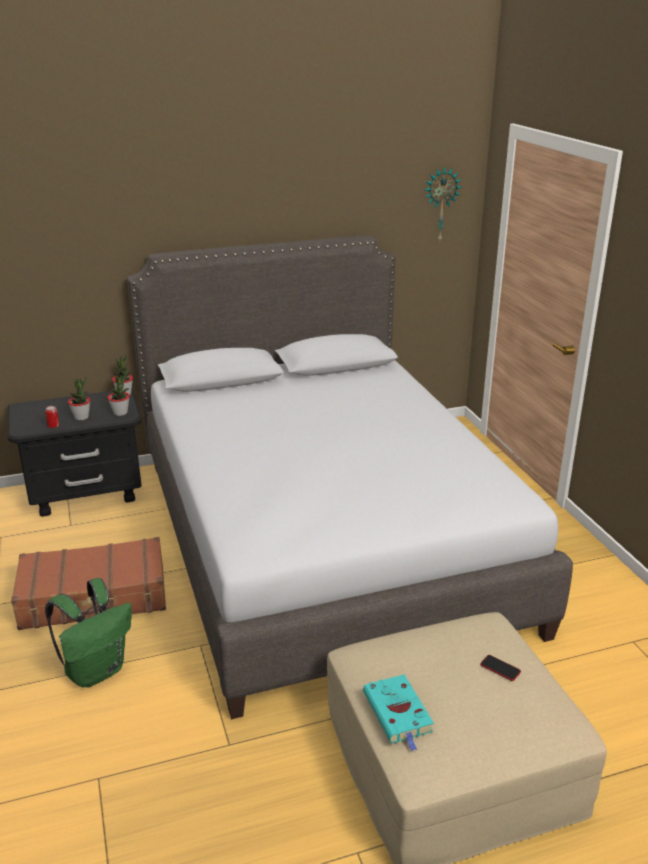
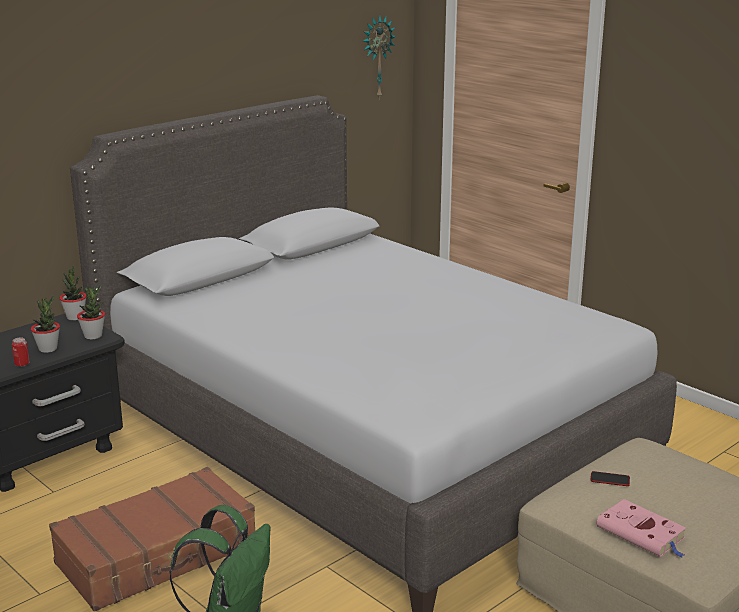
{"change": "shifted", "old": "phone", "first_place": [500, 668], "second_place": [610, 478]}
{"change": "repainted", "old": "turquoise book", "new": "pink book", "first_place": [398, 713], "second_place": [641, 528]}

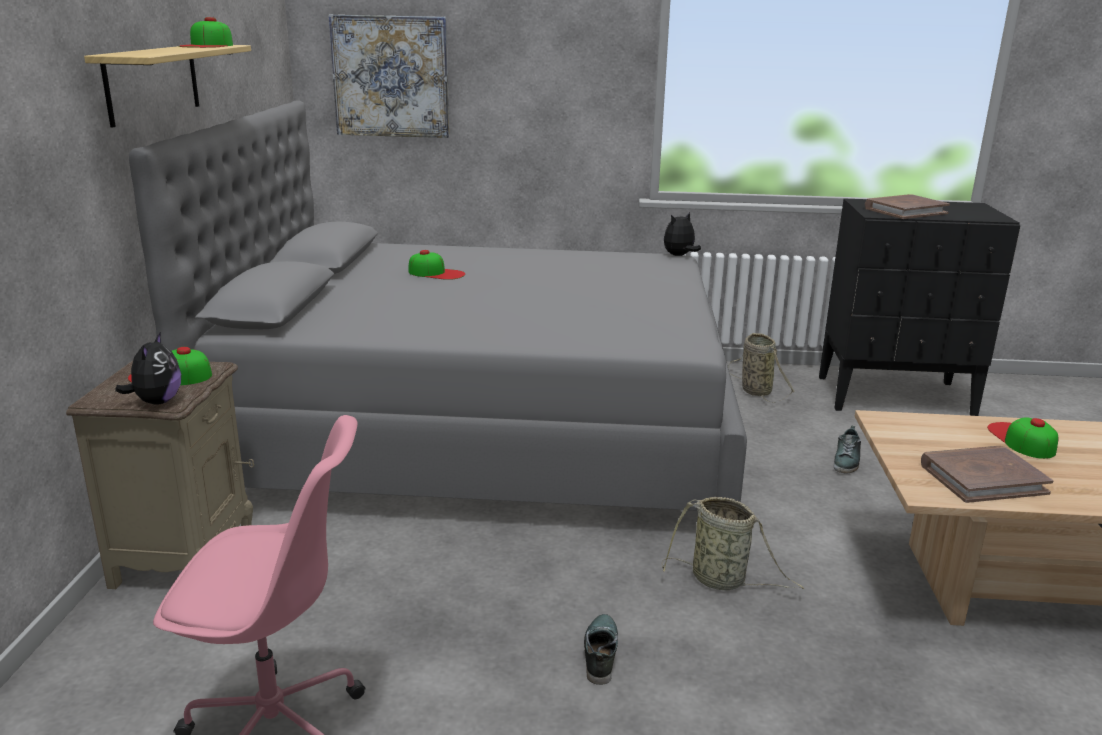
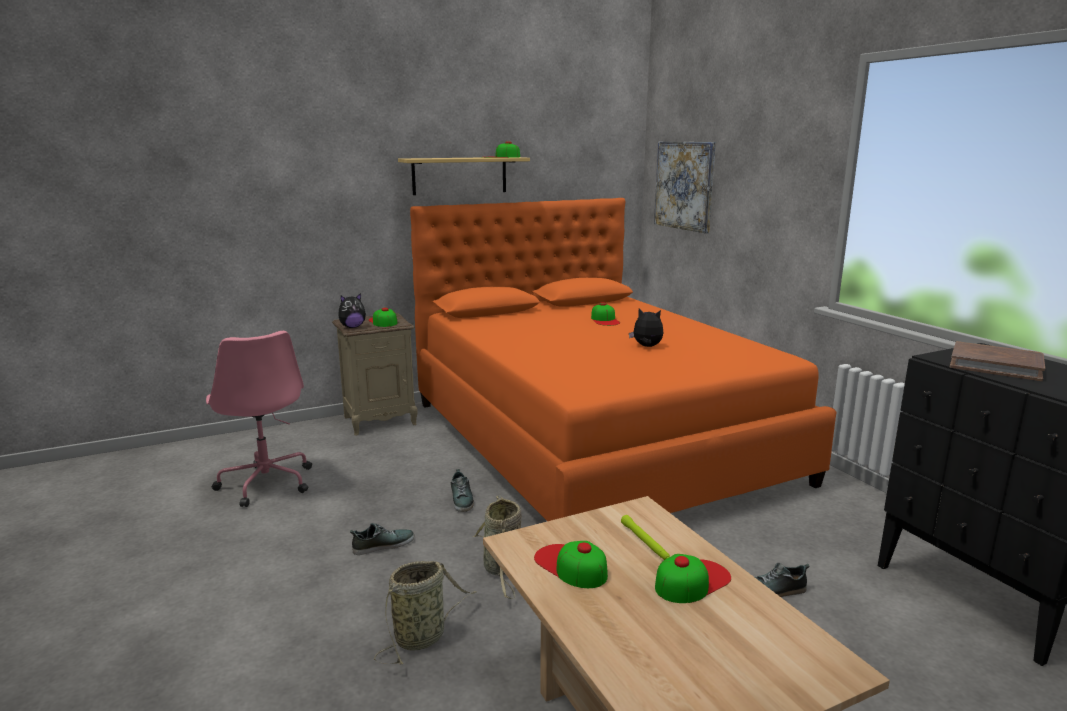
{"change": "new", "new": "shoe", "second_place": [462, 490]}
{"change": "new", "new": "green flashlight", "second_place": [645, 537]}
{"change": "shifted", "old": "plush toy", "first_place": [682, 234], "second_place": [646, 327]}
{"change": "shifted", "old": "basket", "first_place": [761, 368], "second_place": [425, 613]}
{"change": "swapped", "old": "brown book", "new": "cap", "first_place": [987, 474], "second_place": [571, 564]}
{"change": "repainted", "old": "grey bed", "new": "orange bed", "first_place": [438, 305], "second_place": [623, 359]}

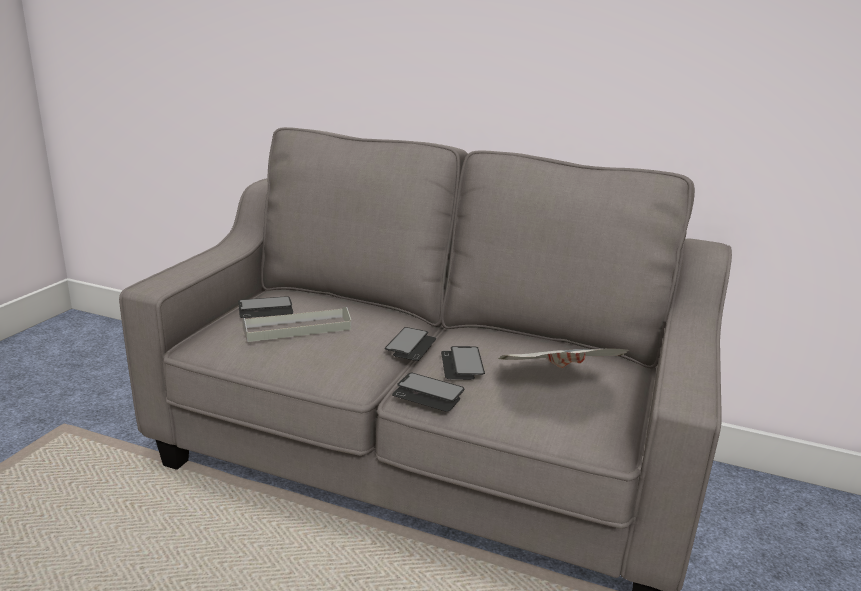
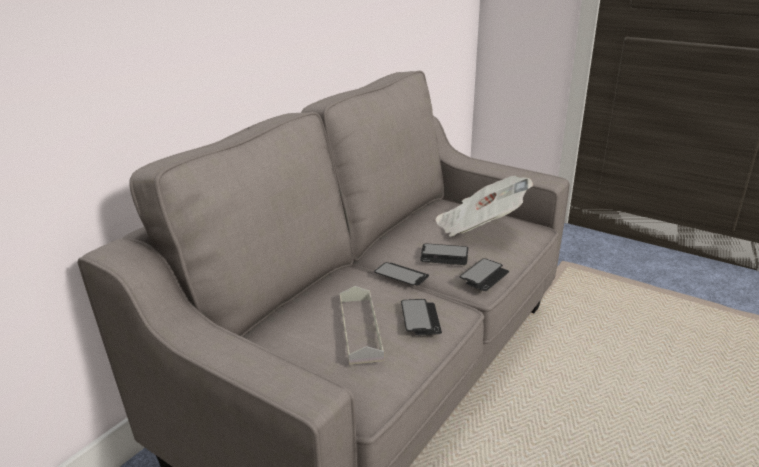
{"change": "shifted", "old": "phone", "first_place": [265, 307], "second_place": [421, 317]}

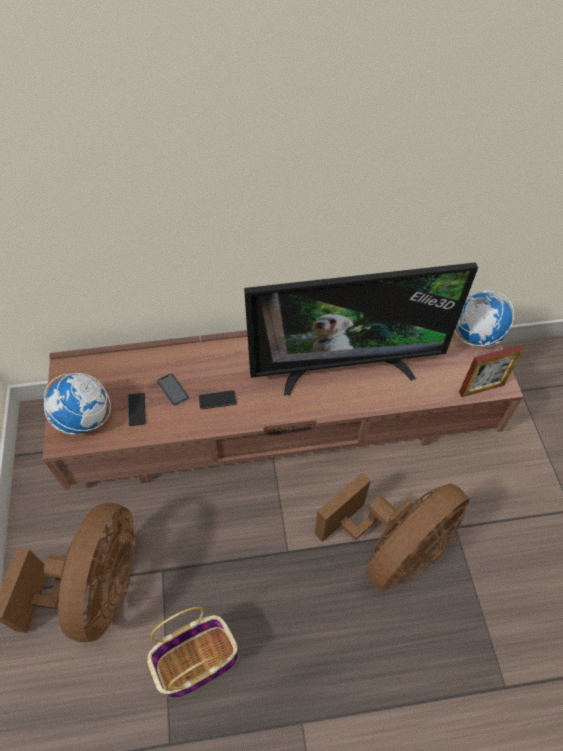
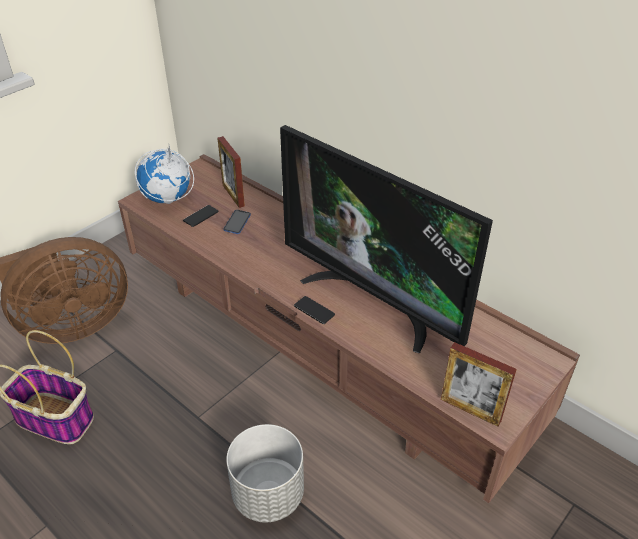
{"change": "gone", "old": "globe", "first_place": [484, 318]}
{"change": "new", "new": "picture frame", "second_place": [231, 172]}
{"change": "shifted", "old": "phone", "first_place": [217, 399], "second_place": [314, 310]}
{"change": "swapped", "old": "brown fan", "new": "grey planter", "first_place": [392, 531], "second_place": [265, 473]}

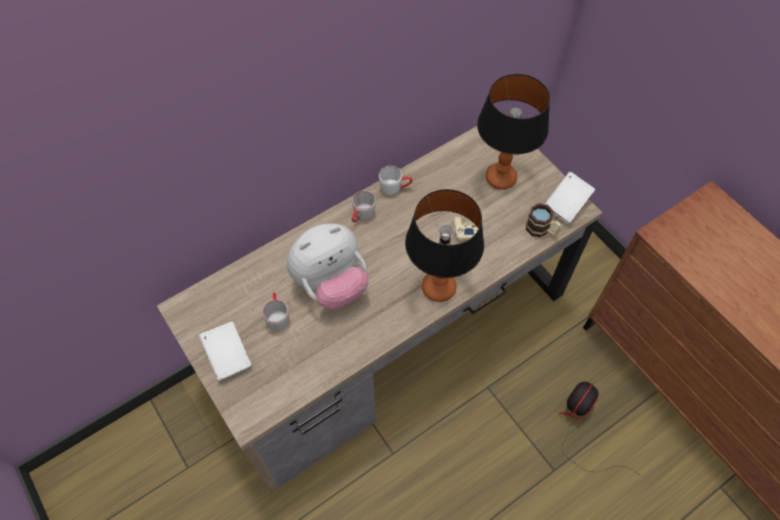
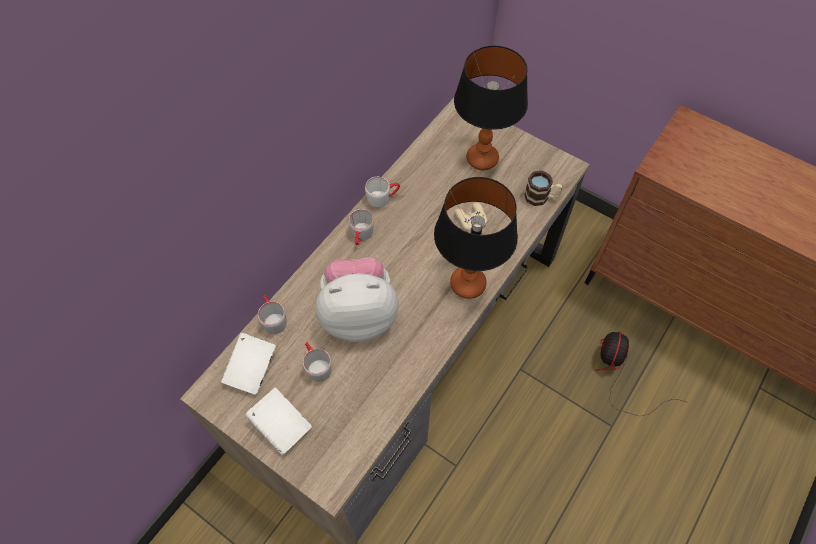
{"change": "new", "new": "grey mug", "second_place": [272, 314]}
{"change": "shifted", "old": "white book", "first_place": [569, 197], "second_place": [248, 364]}
{"change": "rotated", "old": "plush toy", "first_place": [327, 266], "second_place": [357, 299], "degrees": -135}

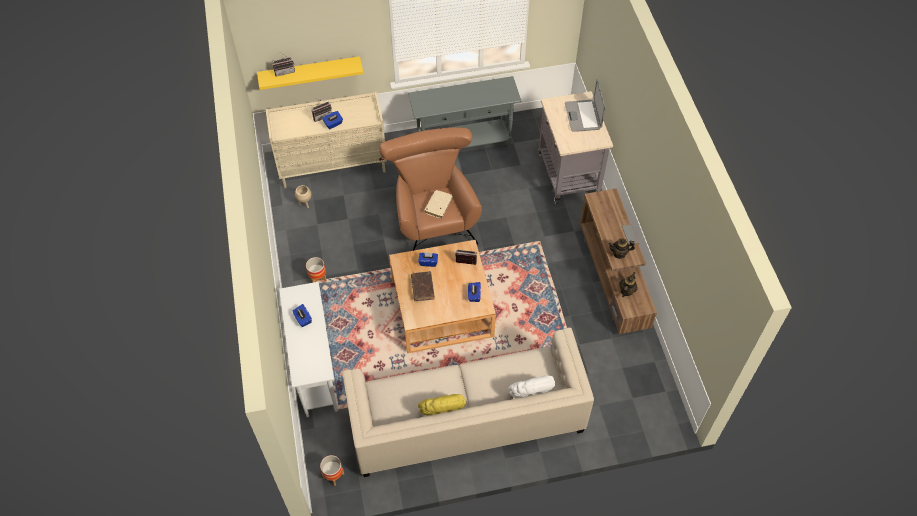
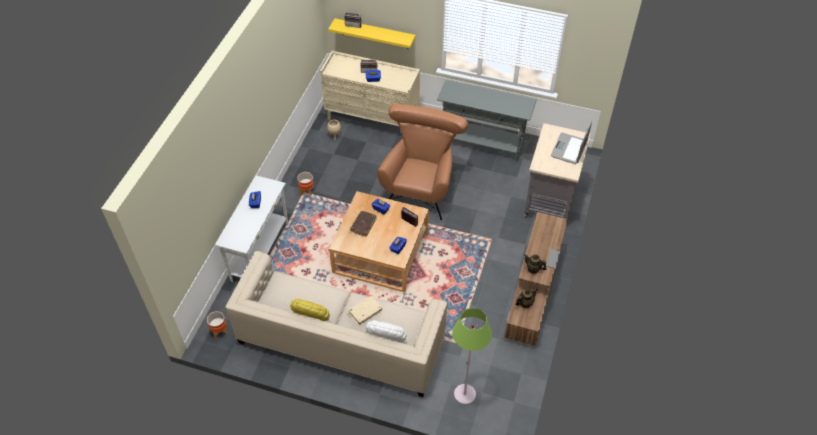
{"change": "new", "new": "green floor lamp", "second_place": [472, 356]}
{"change": "shifted", "old": "beige book", "first_place": [438, 204], "second_place": [365, 310]}

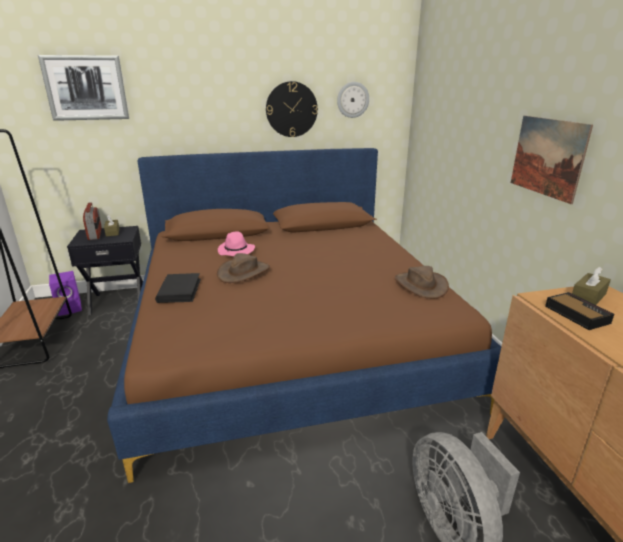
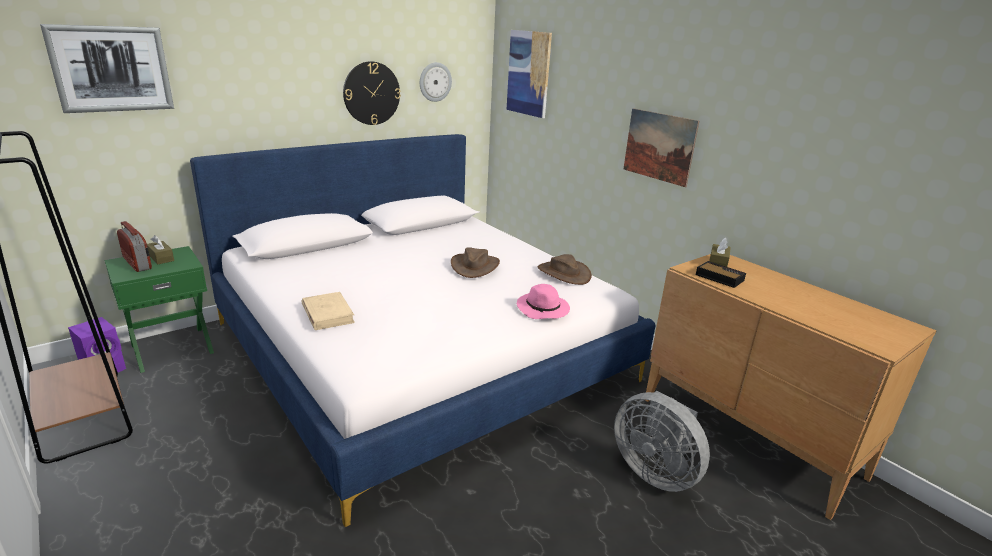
{"change": "new", "new": "picture", "second_place": [529, 74]}
{"change": "shifted", "old": "brown hat", "first_place": [243, 268], "second_place": [475, 262]}
{"change": "shifted", "old": "pink hat", "first_place": [236, 243], "second_place": [543, 301]}
{"change": "repainted", "old": "black nightstand", "new": "green nightstand", "first_place": [105, 271], "second_place": [159, 309]}
{"change": "repainted", "old": "brown bed", "new": "white bed", "first_place": [304, 315], "second_place": [422, 330]}
{"change": "repainted", "old": "black book", "new": "beige book", "first_place": [178, 288], "second_place": [328, 311]}

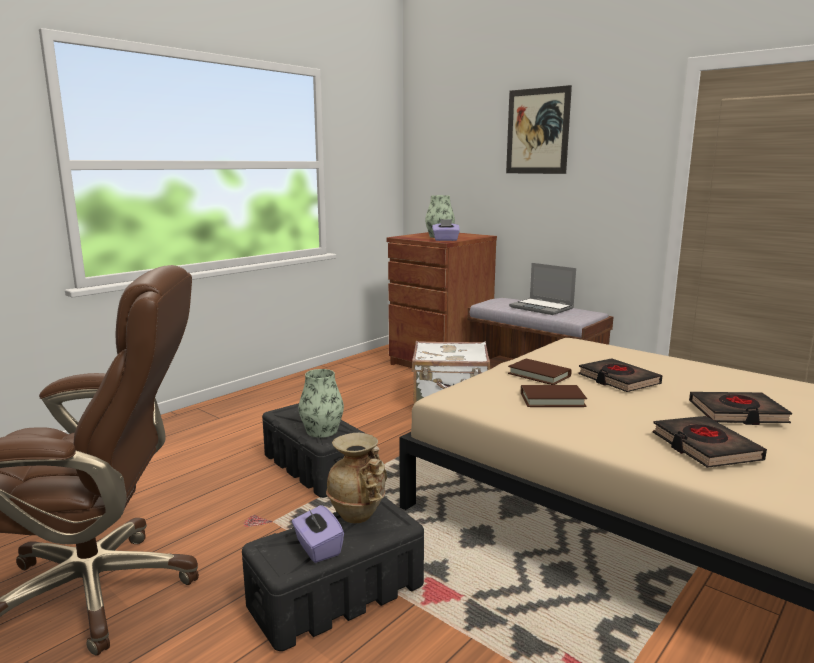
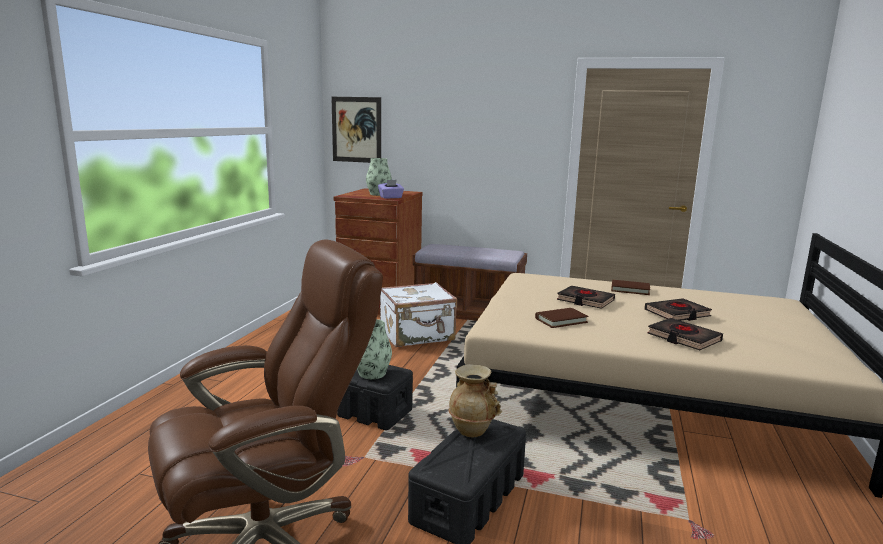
{"change": "gone", "old": "purple tissue box", "first_place": [318, 534]}
{"change": "gone", "old": "laptop", "first_place": [542, 289]}
{"change": "shifted", "old": "picture", "first_place": [539, 129], "second_place": [356, 130]}
{"change": "shifted", "old": "brown book", "first_place": [540, 372], "second_place": [630, 287]}

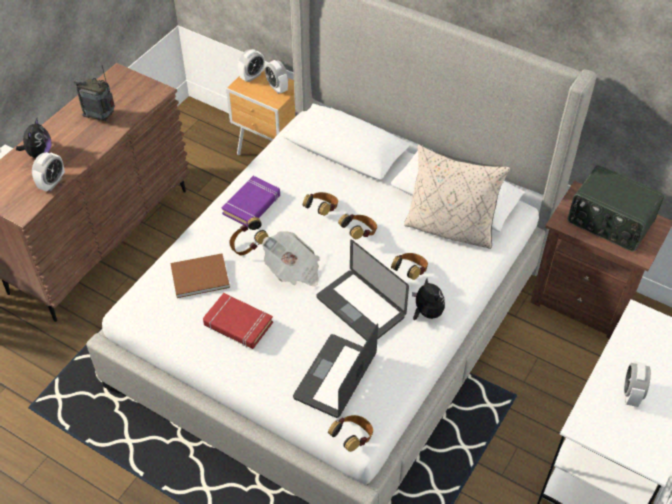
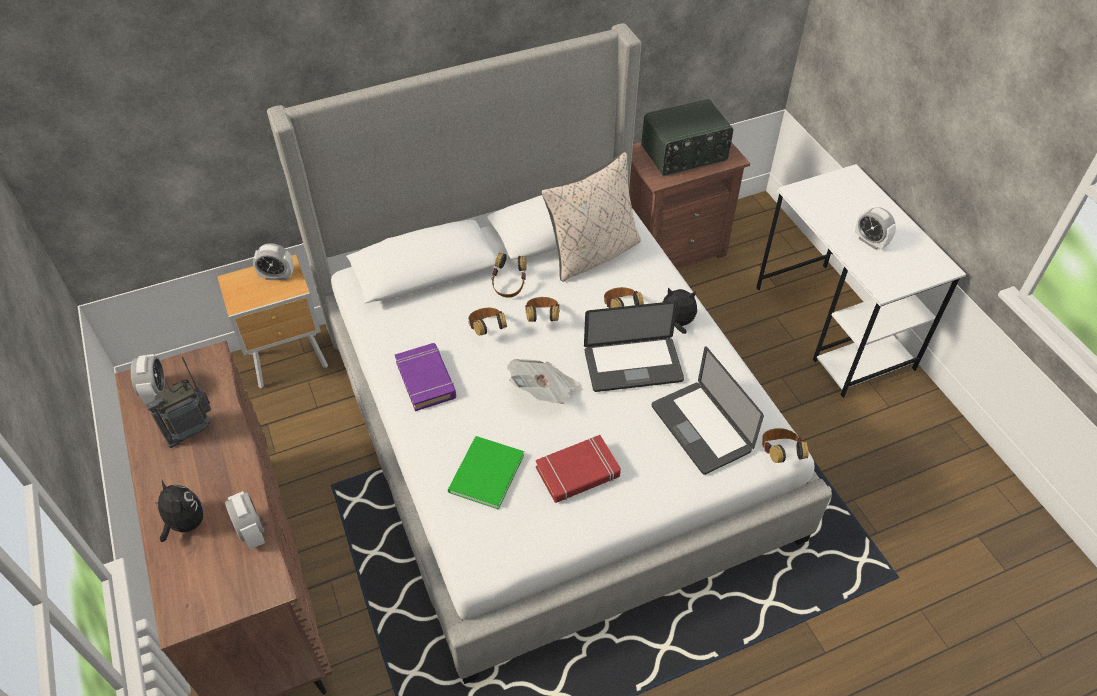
{"change": "shifted", "old": "headphones", "first_place": [249, 236], "second_place": [509, 275]}
{"change": "shifted", "old": "alarm clock", "first_place": [251, 65], "second_place": [148, 379]}
{"change": "repainted", "old": "brown book", "new": "green book", "first_place": [200, 276], "second_place": [486, 473]}

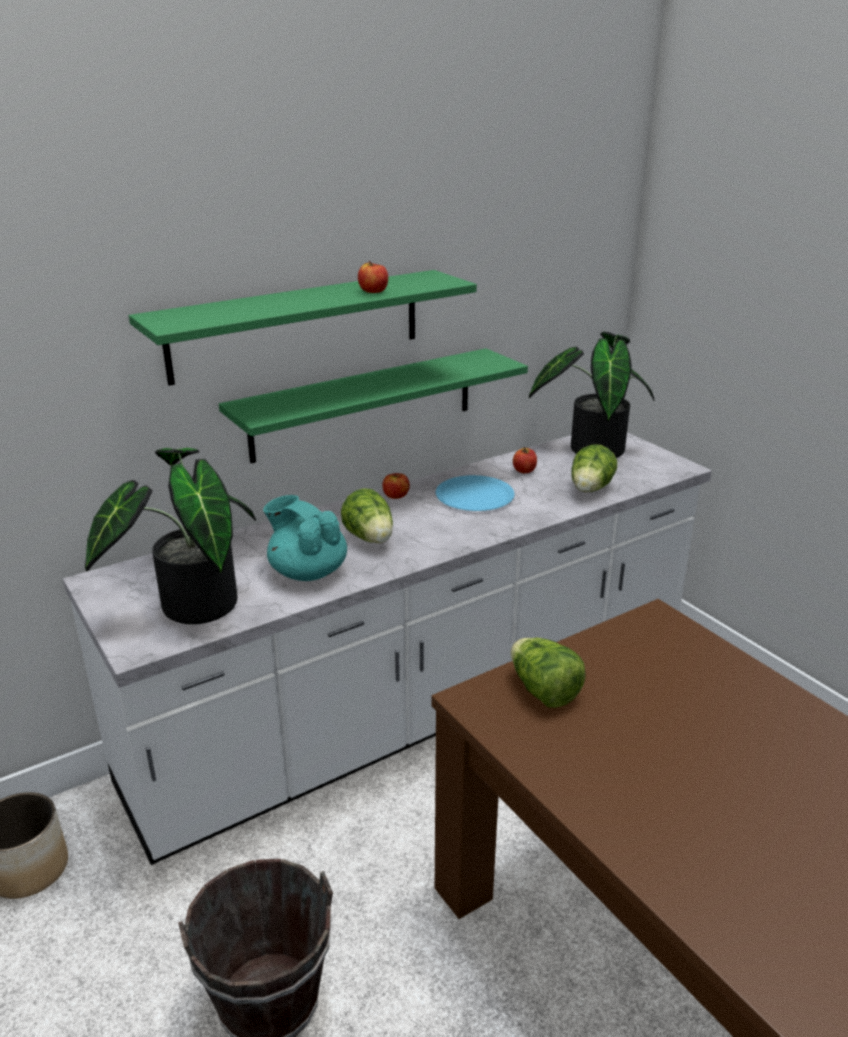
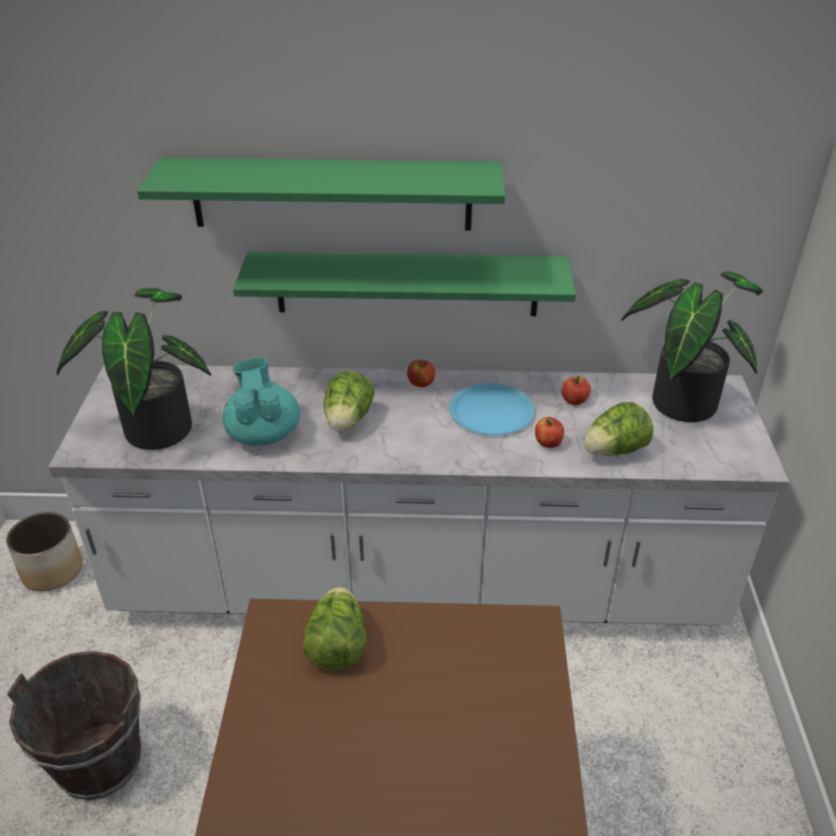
{"change": "shifted", "old": "apple", "first_place": [373, 277], "second_place": [549, 432]}

